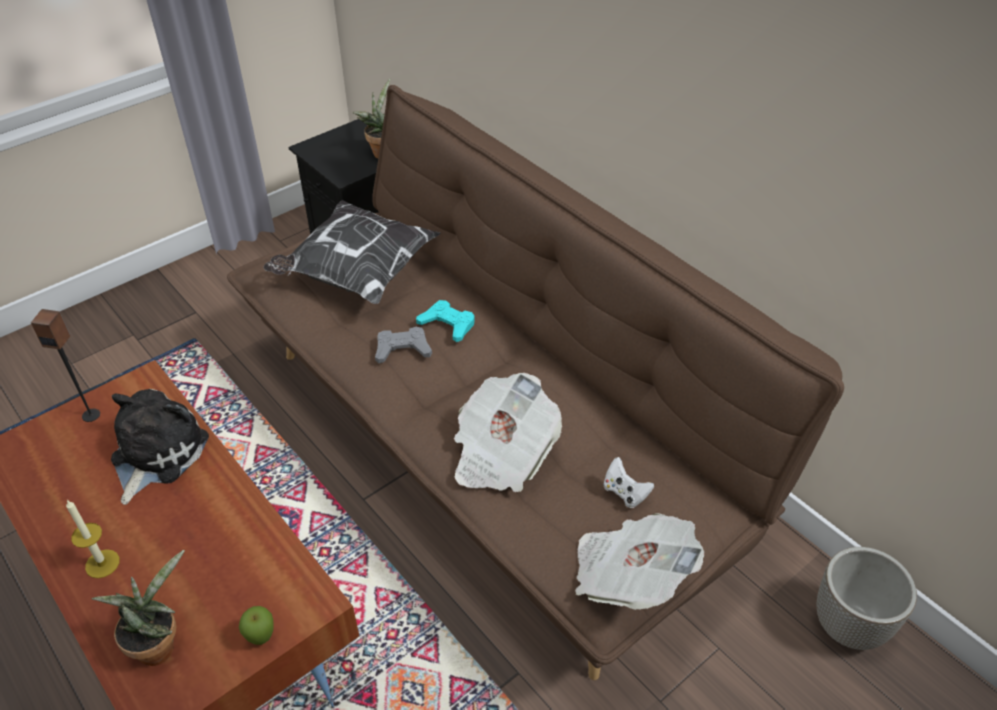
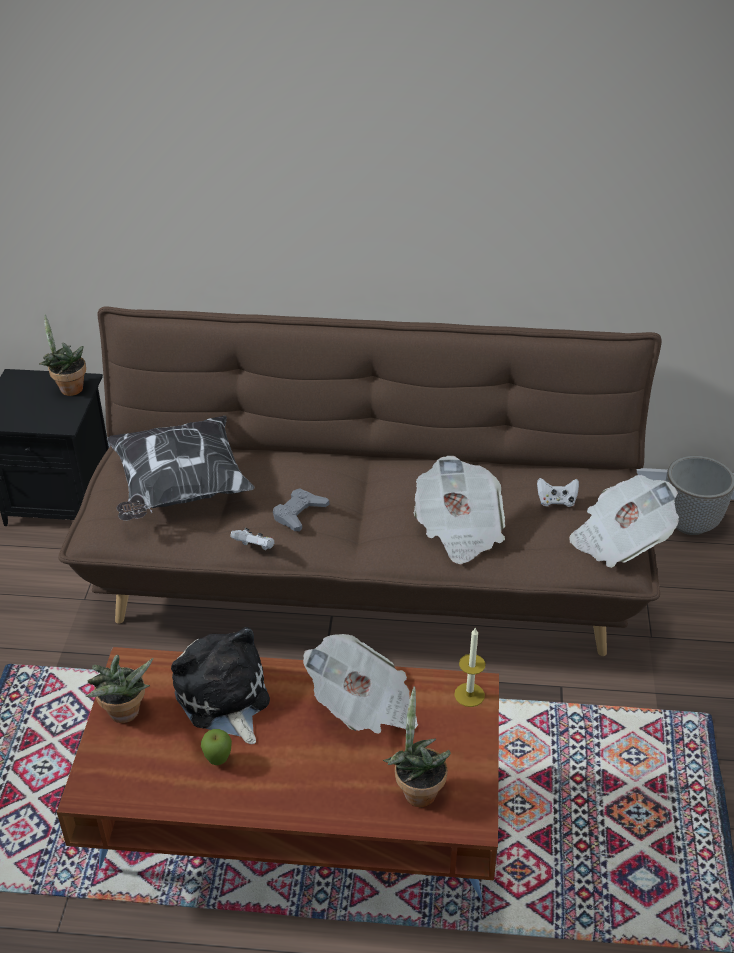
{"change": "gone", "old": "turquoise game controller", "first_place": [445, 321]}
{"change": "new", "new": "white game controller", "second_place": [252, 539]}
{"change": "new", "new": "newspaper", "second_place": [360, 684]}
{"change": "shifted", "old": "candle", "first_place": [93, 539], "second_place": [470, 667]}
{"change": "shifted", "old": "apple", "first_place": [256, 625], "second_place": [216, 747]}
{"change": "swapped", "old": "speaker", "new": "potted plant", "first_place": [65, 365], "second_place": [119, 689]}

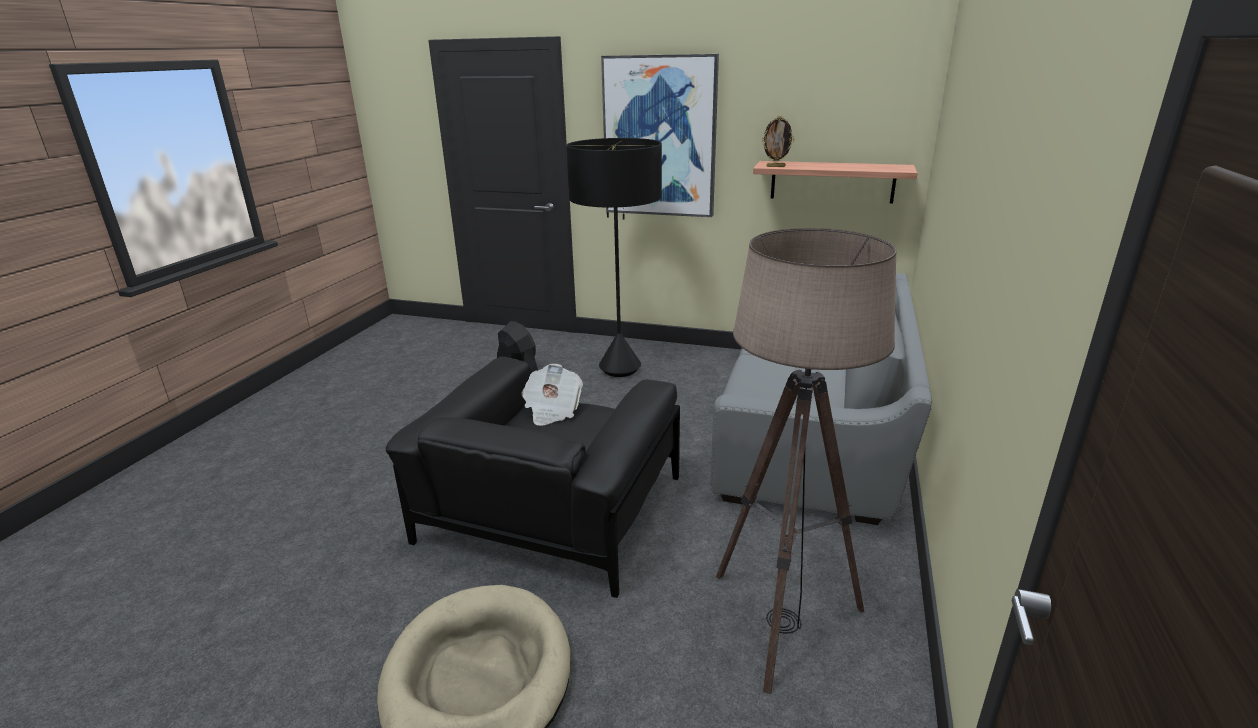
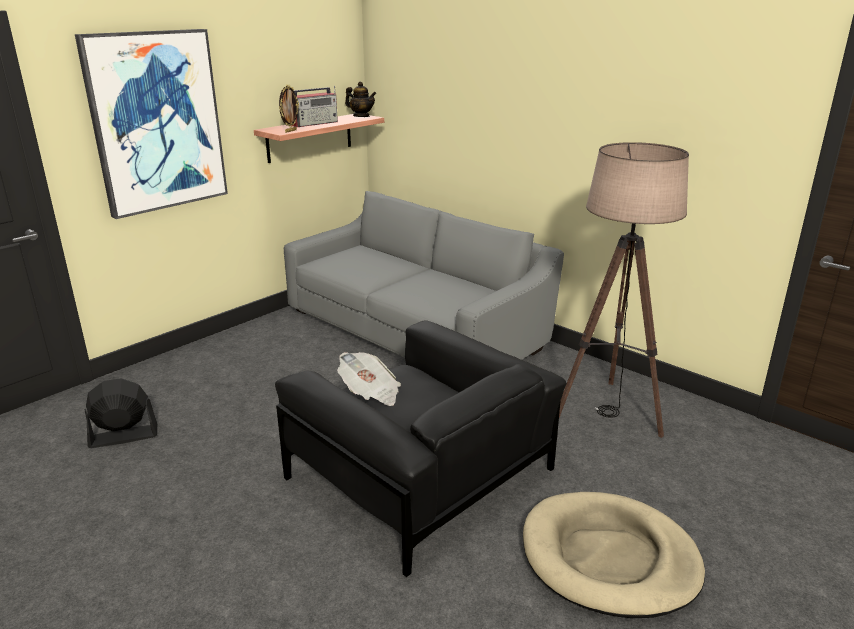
{"change": "gone", "old": "black floor lamp", "first_place": [614, 257]}
{"change": "new", "new": "radio", "second_place": [315, 106]}
{"change": "new", "new": "teapot", "second_place": [360, 99]}

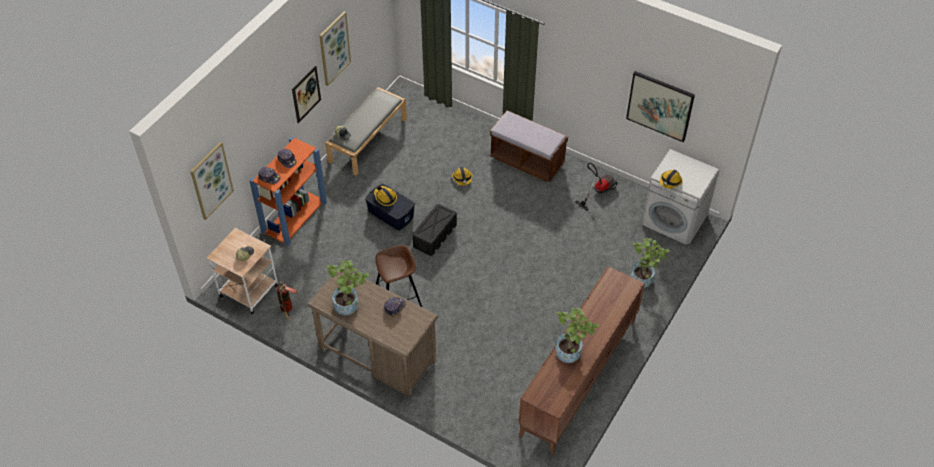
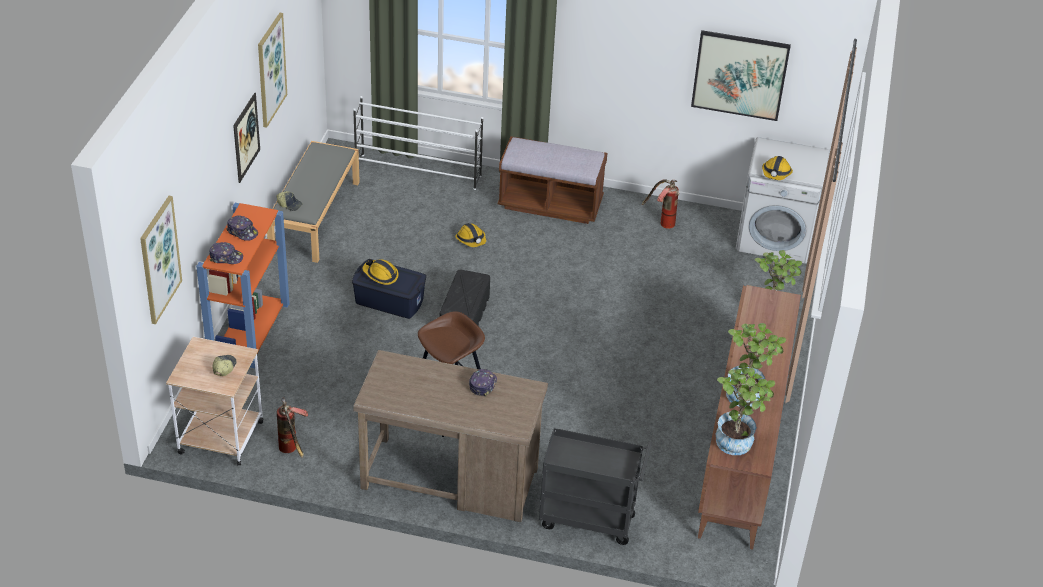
{"change": "new", "new": "white shoe rack", "second_place": [418, 143]}
{"change": "new", "new": "grey cart", "second_place": [595, 486]}
{"change": "shifted", "old": "potted plant", "first_place": [347, 287], "second_place": [745, 411]}
{"change": "swapped", "old": "vacuum cleaner", "new": "fire extinguisher", "first_place": [596, 187], "second_place": [660, 204]}

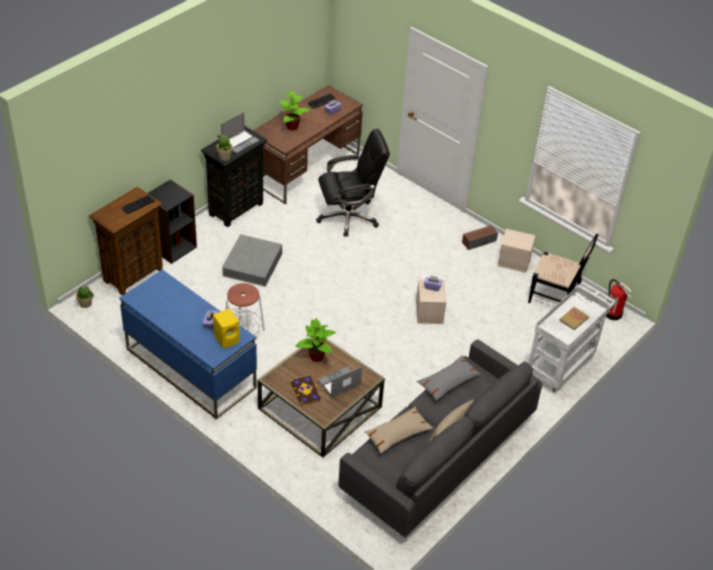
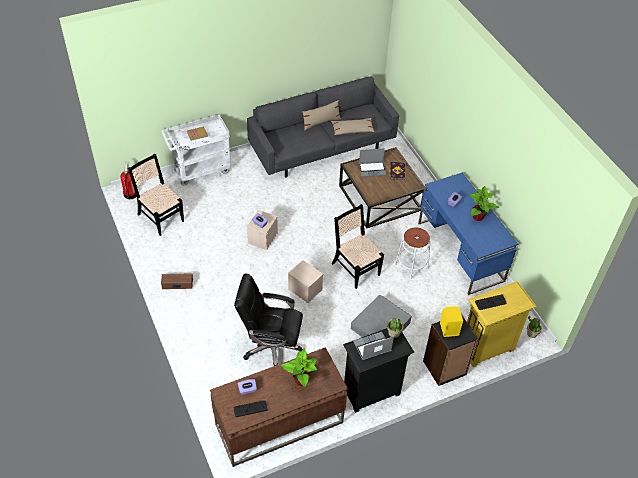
{"change": "gone", "old": "grey pillow", "first_place": [448, 378]}
{"change": "new", "new": "chair", "second_place": [358, 246]}
{"change": "shifted", "old": "yellow speaker", "first_place": [226, 328], "second_place": [451, 321]}
{"change": "shifted", "old": "potted plant", "first_place": [315, 340], "second_place": [484, 203]}
{"change": "shifted", "old": "beige storage box", "first_place": [516, 251], "second_place": [305, 281]}
{"change": "repainted", "old": "brown cabinet", "new": "yellow cabinet", "first_place": [126, 241], "second_place": [502, 324]}

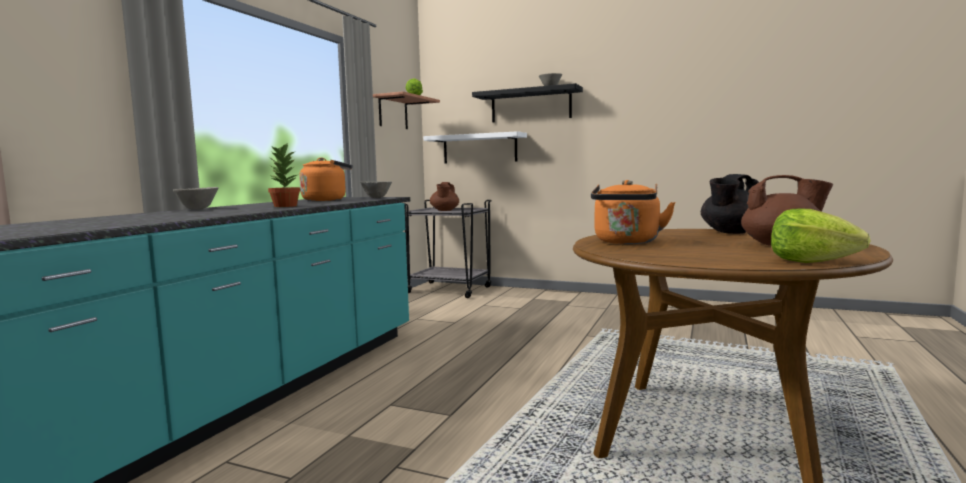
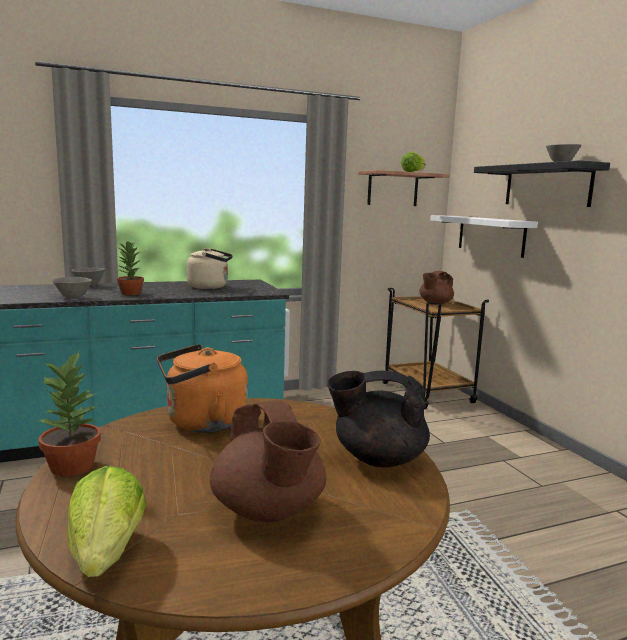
{"change": "new", "new": "potted plant", "second_place": [69, 413]}
{"change": "shifted", "old": "grey bowl", "first_place": [376, 189], "second_place": [72, 288]}
{"change": "repainted", "old": "orange kettle", "new": "beige kettle", "first_place": [326, 179], "second_place": [210, 268]}
{"change": "repainted", "old": "grey cart", "new": "brown cart", "first_place": [447, 249], "second_place": [435, 348]}

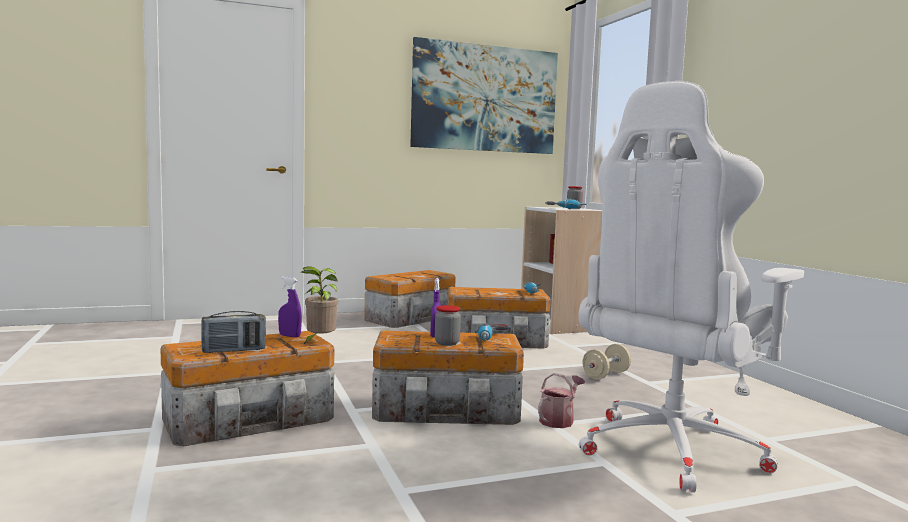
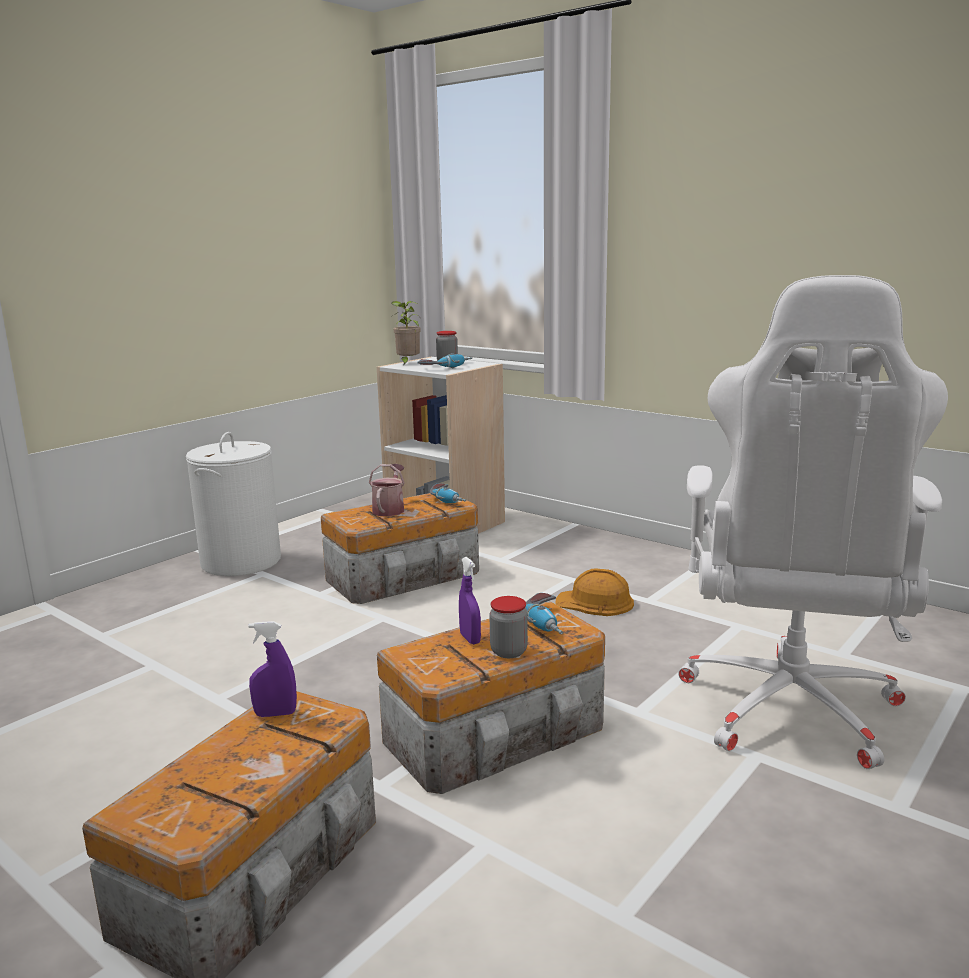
{"change": "gone", "old": "radio", "first_place": [233, 332]}
{"change": "gone", "old": "picture", "first_place": [484, 95]}
{"change": "shifted", "old": "potted plant", "first_place": [319, 305], "second_place": [406, 333]}
{"change": "shifted", "old": "watering can", "first_place": [561, 400], "second_place": [387, 490]}
{"change": "swapped", "old": "storage box", "new": "white laundry basket", "first_place": [410, 299], "second_place": [233, 504]}
{"change": "swapped", "old": "beige dumbbell", "new": "orange hard hat", "first_place": [606, 362], "second_place": [594, 592]}

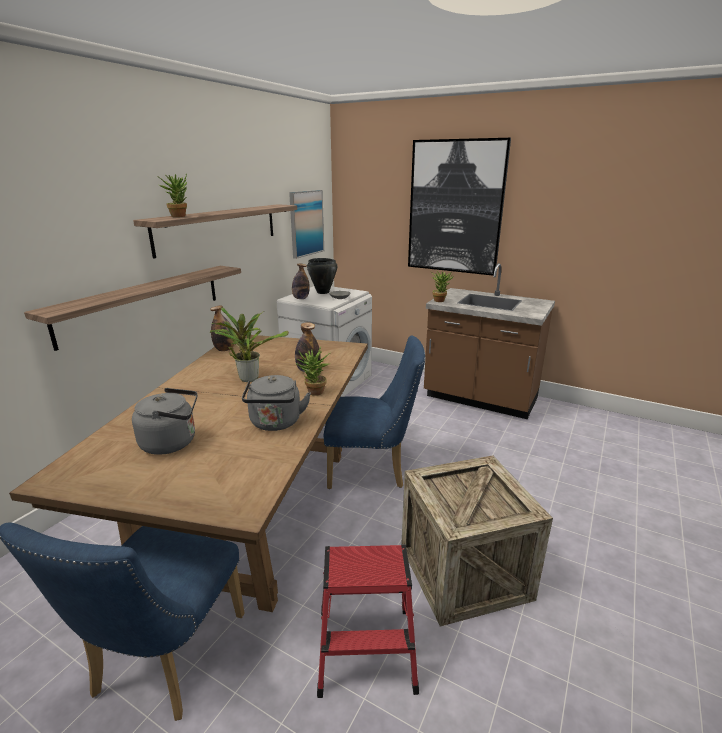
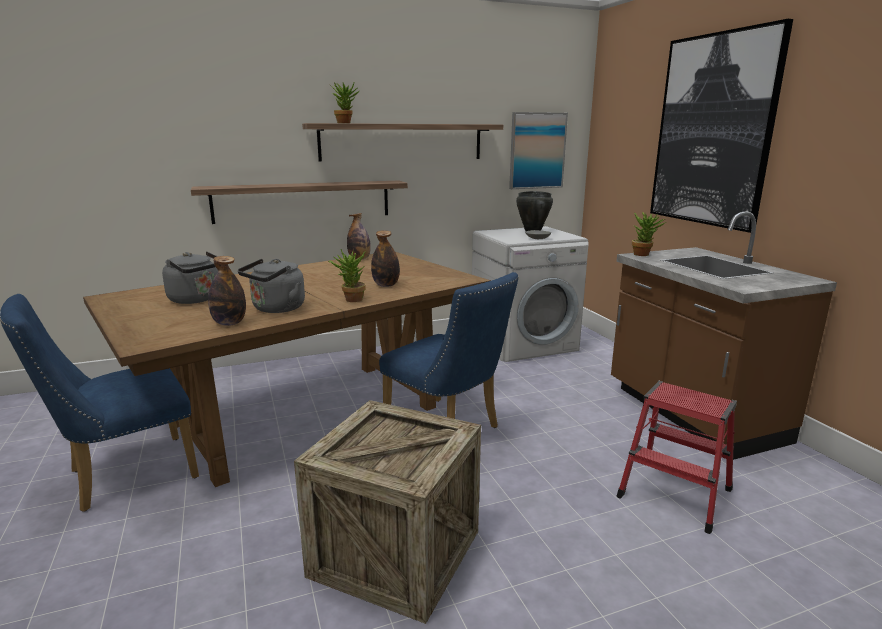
{"change": "gone", "old": "potted plant", "first_place": [249, 344]}
{"change": "shifted", "old": "bottle", "first_place": [301, 281], "second_place": [227, 291]}
{"change": "shifted", "old": "red step ladder", "first_place": [368, 621], "second_place": [676, 457]}

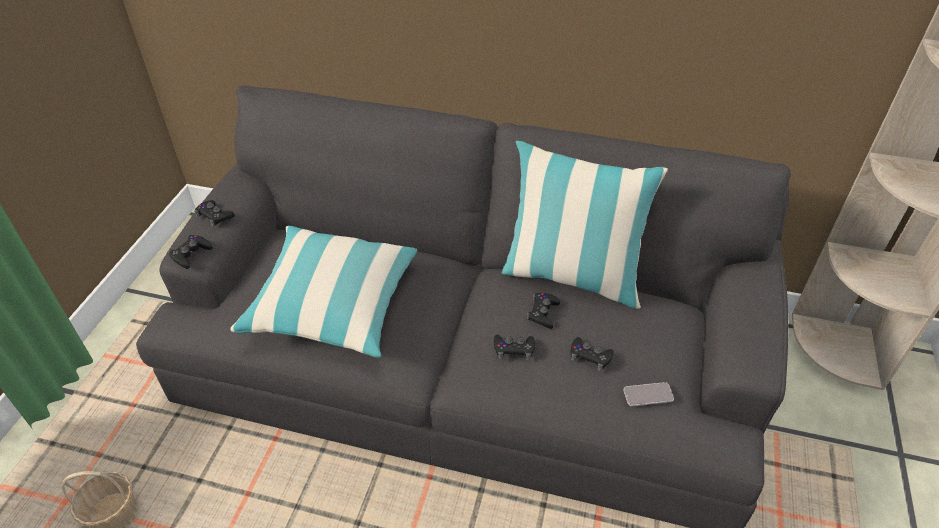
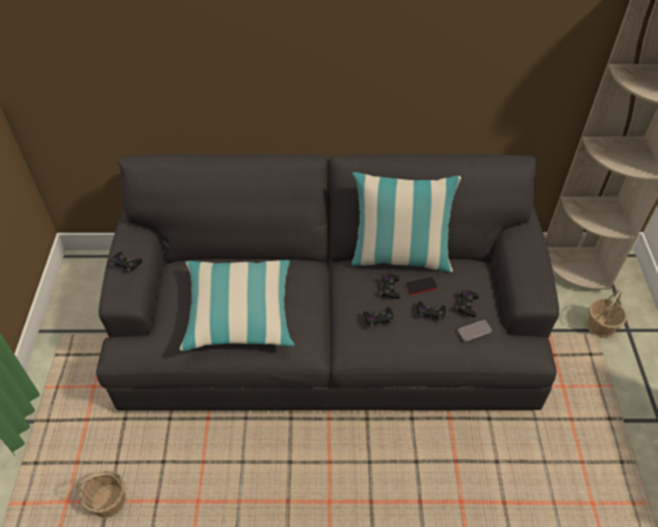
{"change": "new", "new": "phone", "second_place": [421, 286]}
{"change": "new", "new": "basket", "second_place": [606, 314]}
{"change": "shifted", "old": "black game controller", "first_place": [190, 252], "second_place": [467, 303]}

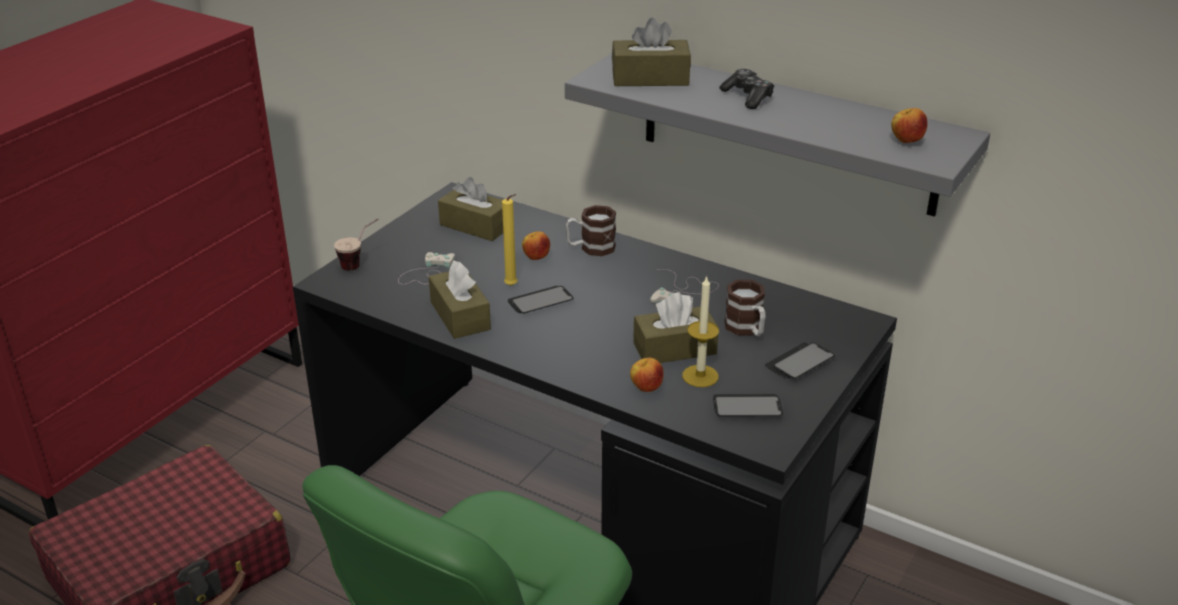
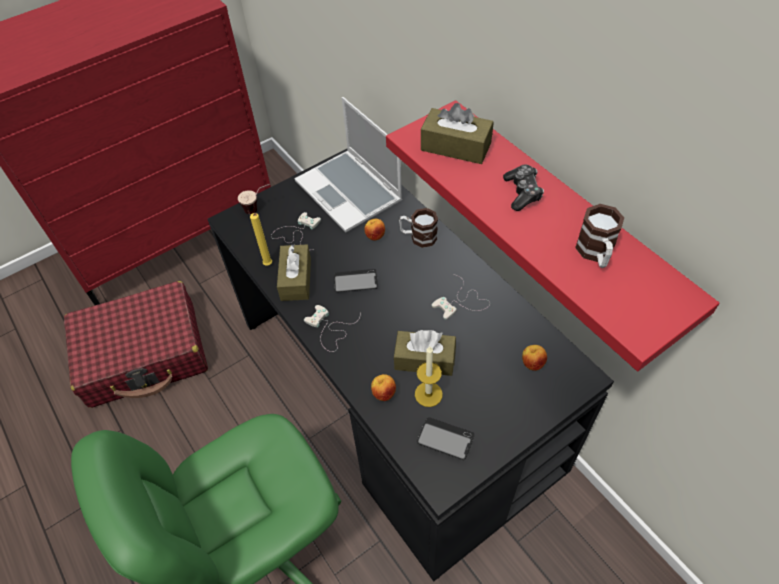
{"change": "gone", "old": "phone", "first_place": [800, 360]}
{"change": "new", "new": "white game controller", "second_place": [332, 328]}
{"change": "shifted", "old": "yellow candle", "first_place": [509, 240], "second_place": [261, 239]}
{"change": "shifted", "old": "mug", "first_place": [745, 308], "second_place": [599, 236]}
{"change": "shifted", "old": "apple", "first_place": [909, 125], "second_place": [534, 358]}
{"change": "swapped", "old": "brown tissue box", "new": "laptop", "first_place": [470, 209], "second_place": [348, 164]}
{"change": "repainted", "old": "grey shelf", "new": "red shelf", "first_place": [777, 135], "second_place": [552, 235]}

